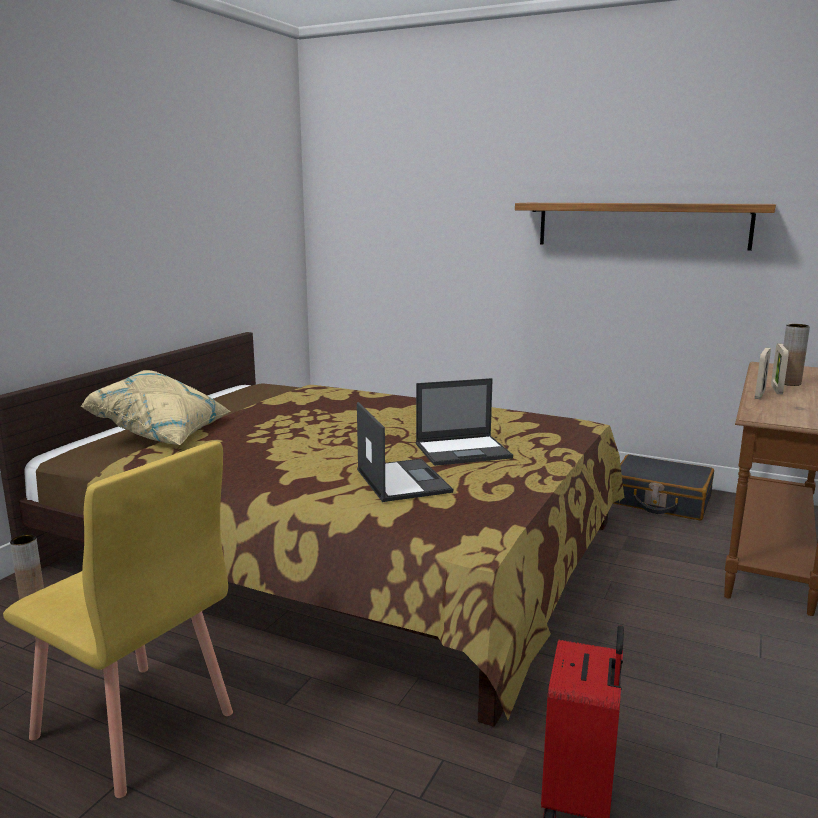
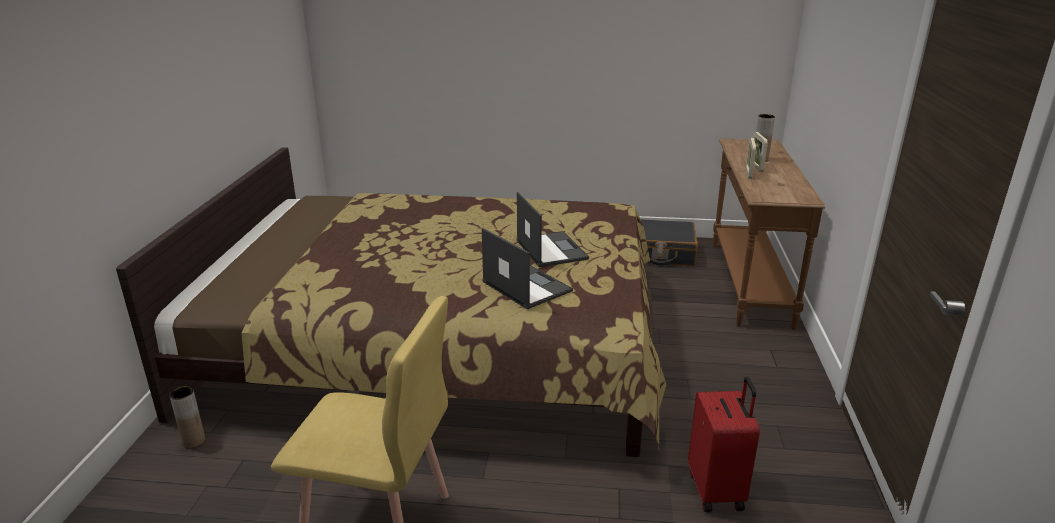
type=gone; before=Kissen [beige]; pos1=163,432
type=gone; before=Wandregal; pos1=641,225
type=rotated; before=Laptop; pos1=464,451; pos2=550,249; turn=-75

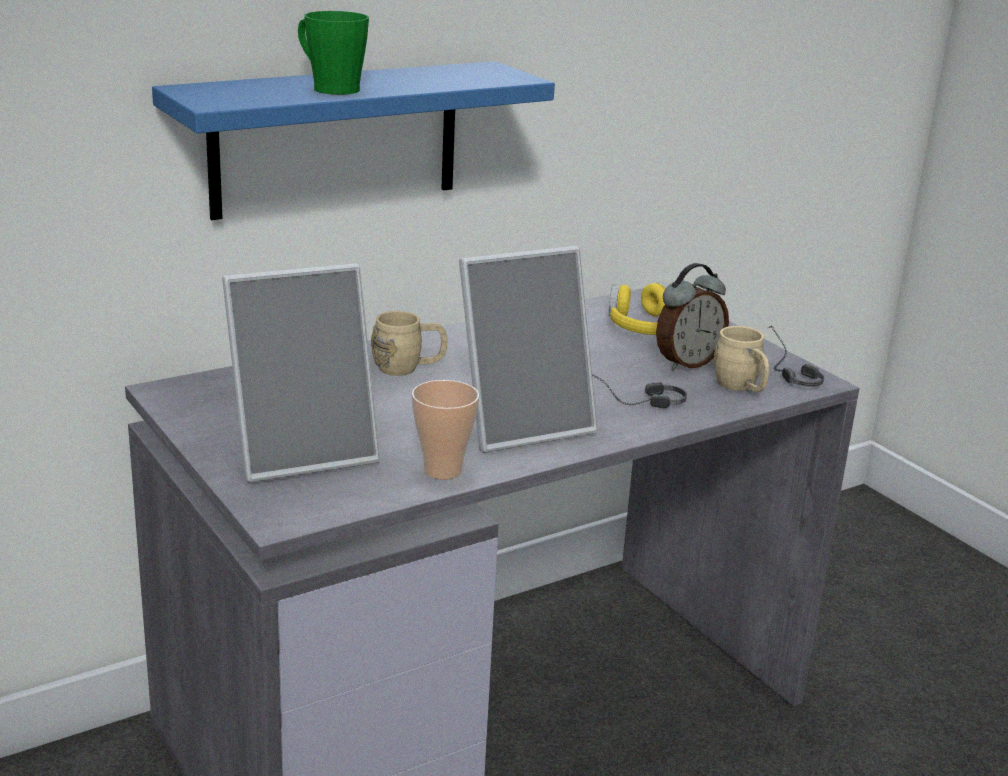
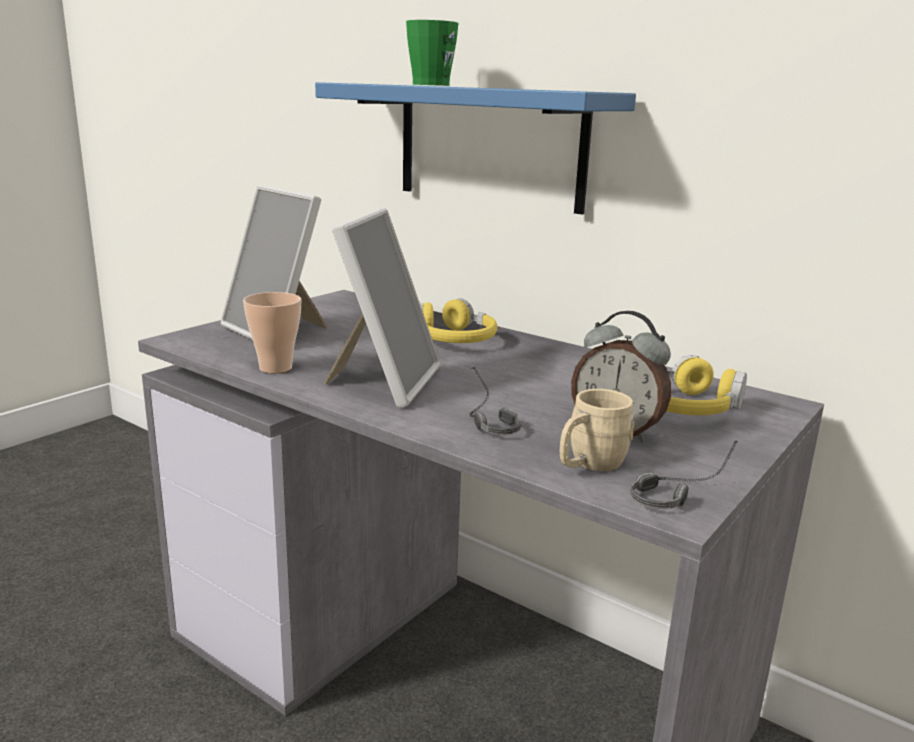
type=swapped; before=Henkelbecher [beige]; after=Kopfhörer [gelb]; pos1=408,368; pos2=453,339
type=rotated; before=Bilderrahmen; pos1=521,425; pos2=383,382; turn=-120

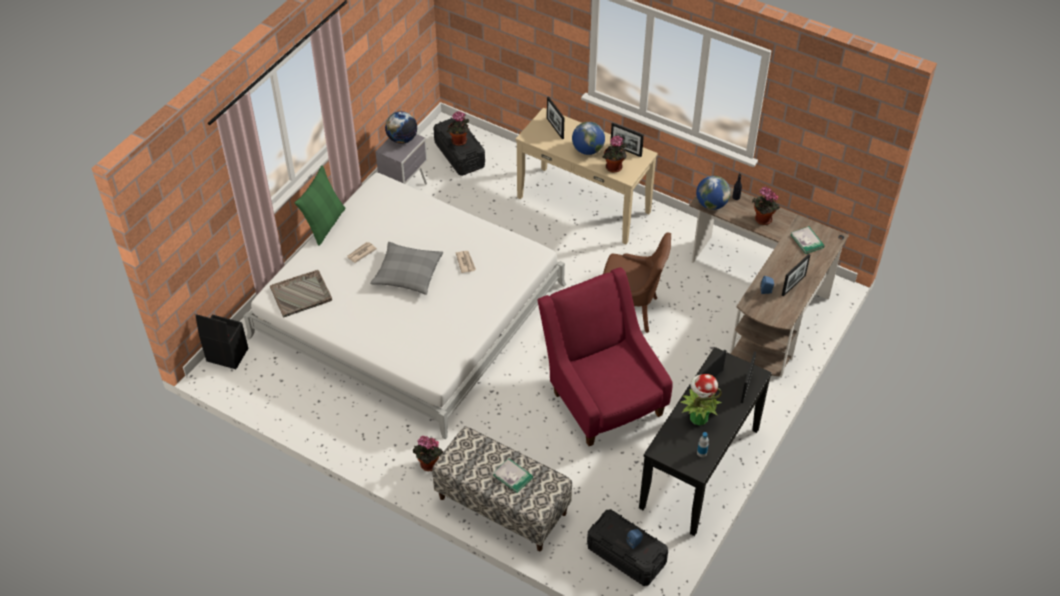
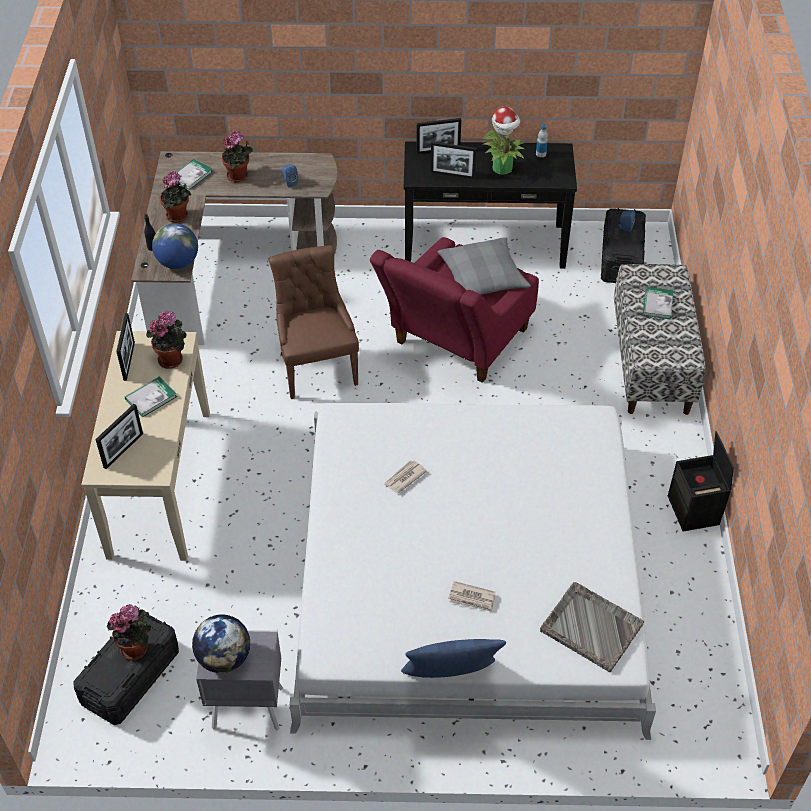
type=gone; before=Bilderrahmen; pos1=793,285
type=shifted; before=Aufbewahrungsbox [schwarz]; pos1=226,355; pos2=694,511
type=shifted; before=Kissen [grau]; pos1=407,273; pos2=482,277
type=shifted; before=Topfpflanze; pos1=428,465; pos2=239,176
type=swapped; before=Globus; after=Buch; pos1=588,150; pos2=151,398
type=repainted; before=Kissen [grün]; after=Kissen [blau]; pos1=324,224; pos2=450,678

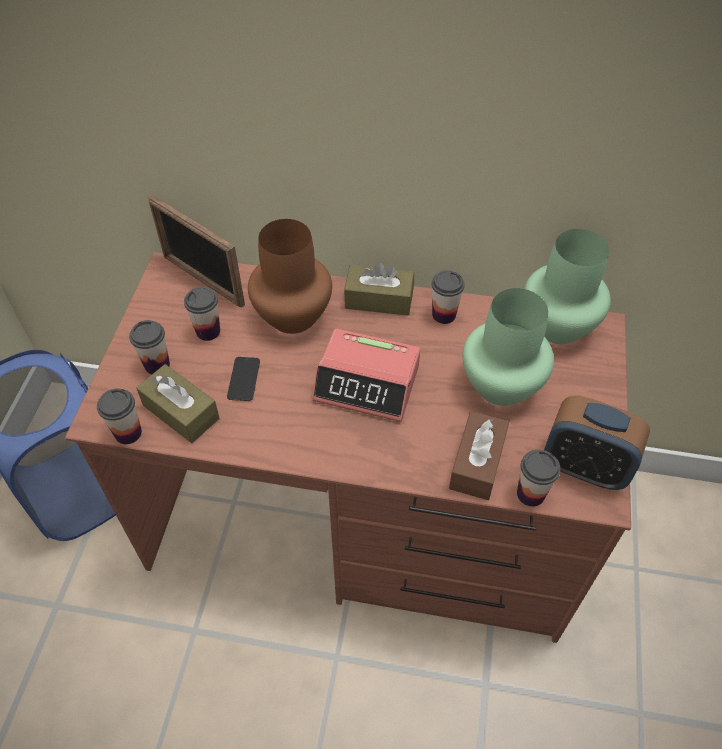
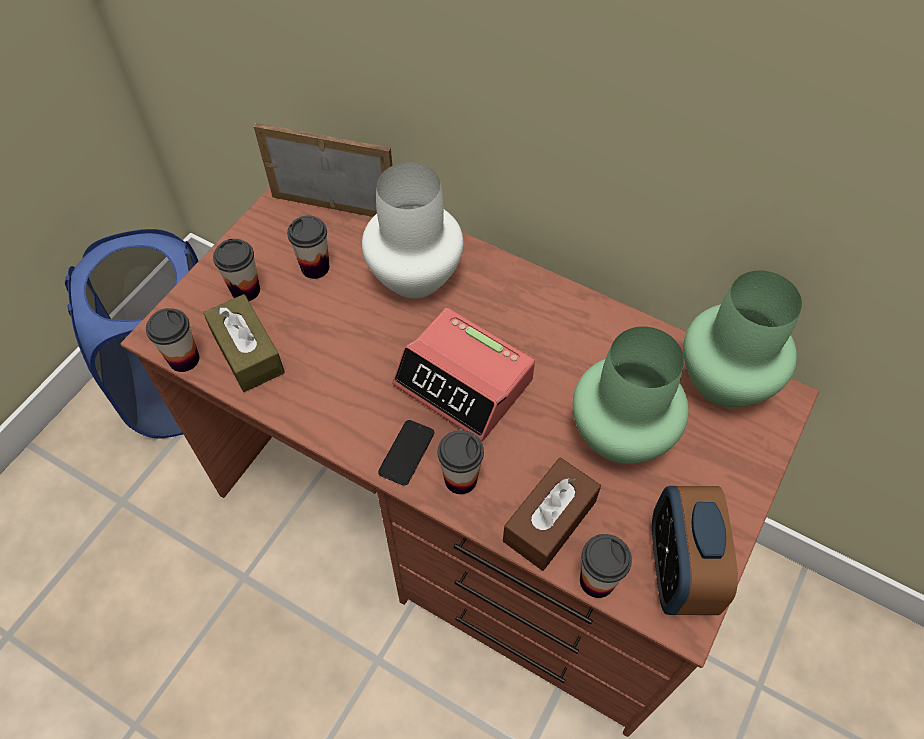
type=gone; before=Taschentuchbox [braun]; pos1=379,299
type=shifted; before=Handy; pos1=244,379; pos2=406,453
type=shifted; before=Tasse; pos1=444,315; pos2=460,479
type=repainted; before=Vase [braun]; after=Vase [weiß]; pos1=294,316; pos2=416,277
type=rotated; before=Bilderrahmen; pos1=203,280; pos2=334,206; turn=135
type=rotated; before=Wecker; pos1=584,467; pos2=678,570; turn=45

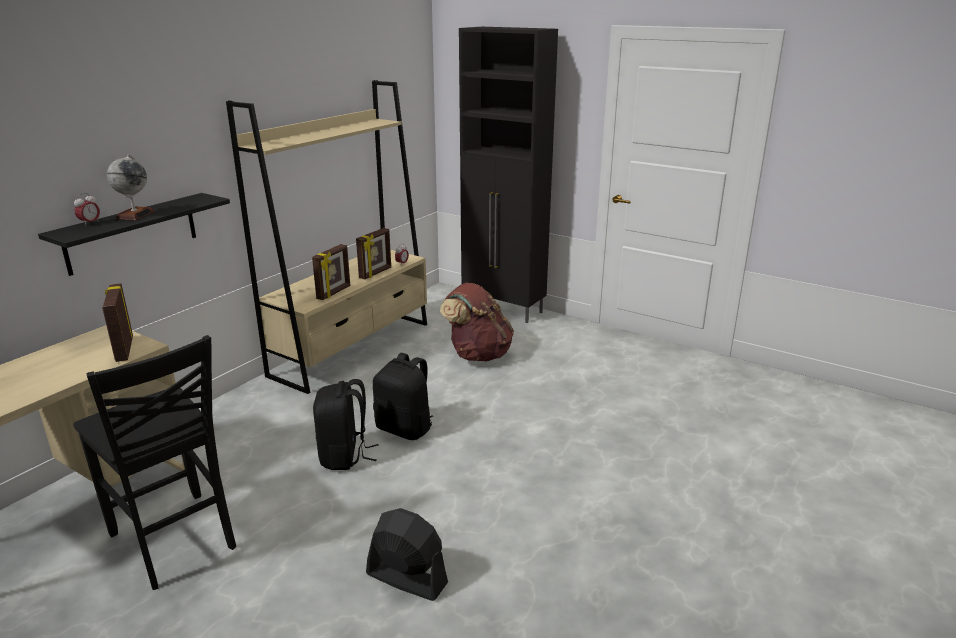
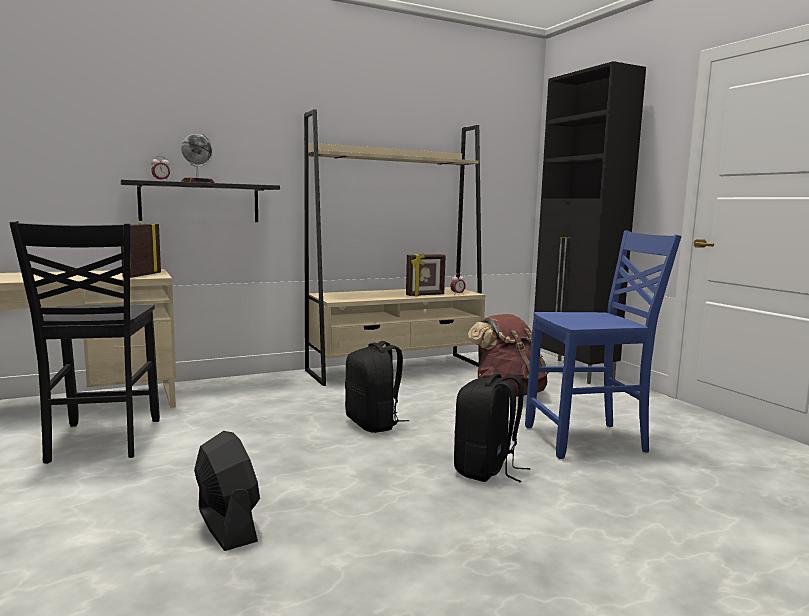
type=gone; before=Bilderrahmen; pos1=334,293
type=new; after=Stuhl [blau]; pos2=588,440
type=shifted; before=Rucksack [schwarz]; pos1=344,456; pos2=486,470

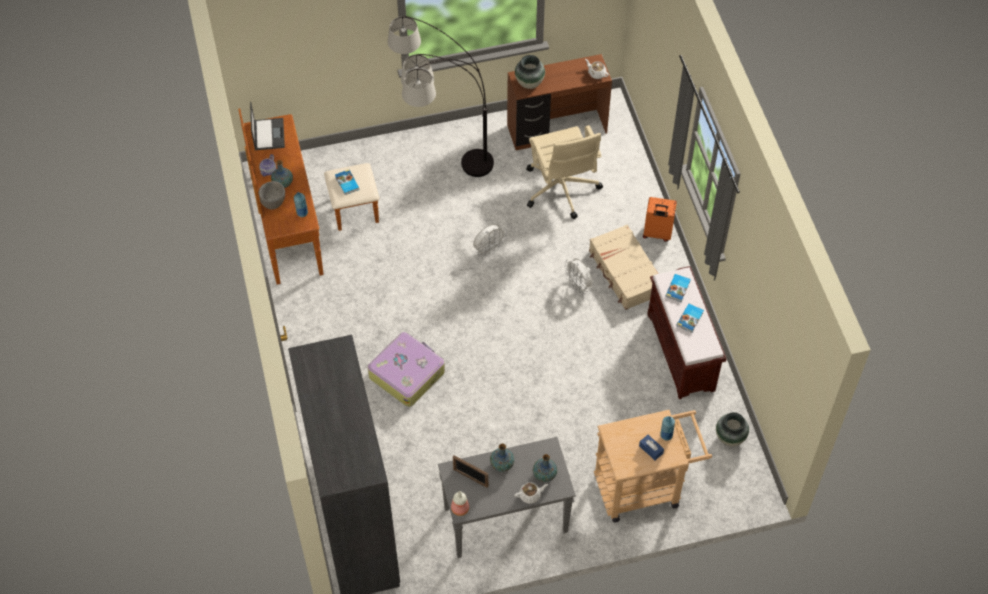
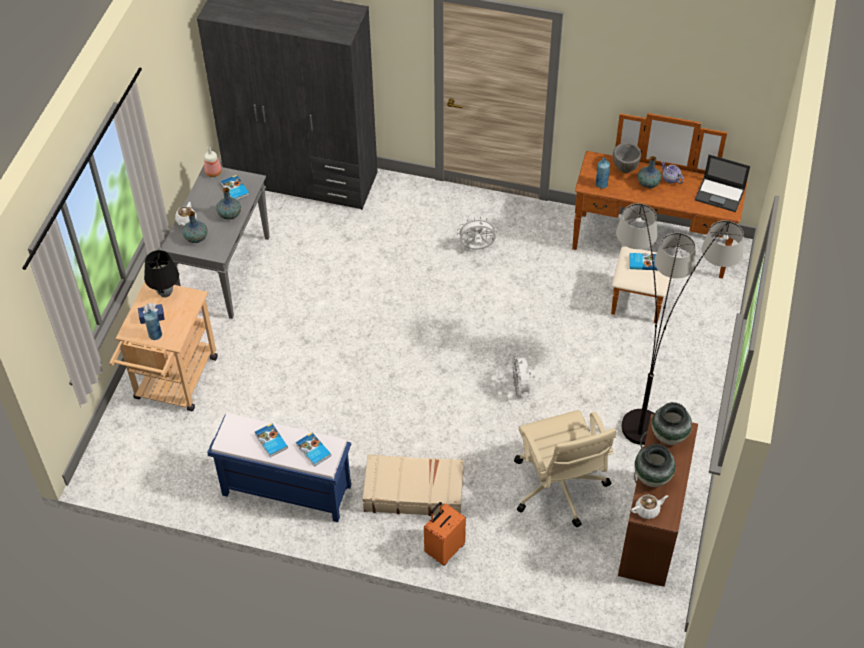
type=gone; before=Koffer; pos1=407,373
type=new; after=Tischlampe [schwarz]; pos2=166,293
type=shifted; before=Ventilator [weiß]; pos1=579,285; pos2=477,248
type=shifted; before=Vase; pos1=729,438; pos2=652,477
type=swapped; before=Bilderrahmen; after=Buch; pos1=470,478; pos2=235,190
type=repainted; before=Bank [braun]; after=Bank [blau]; pos1=681,352; pos2=285,490
type=rotated; before=Bürostuhl [beige]; pos1=561,190; pos2=559,488; turn=-120

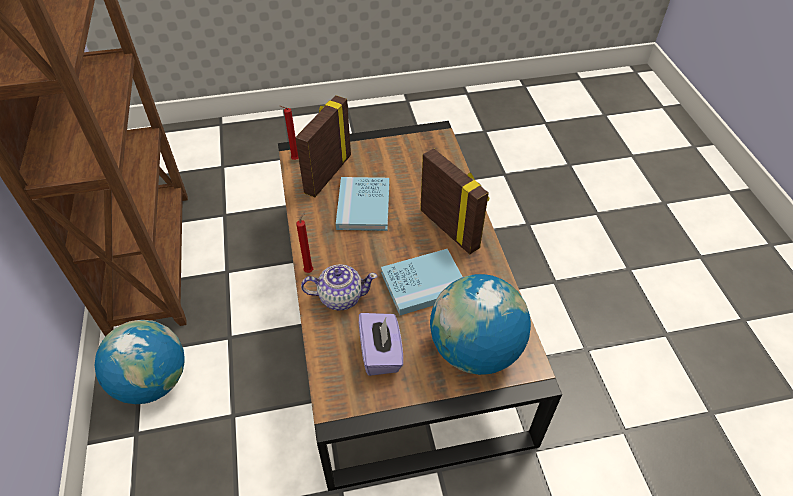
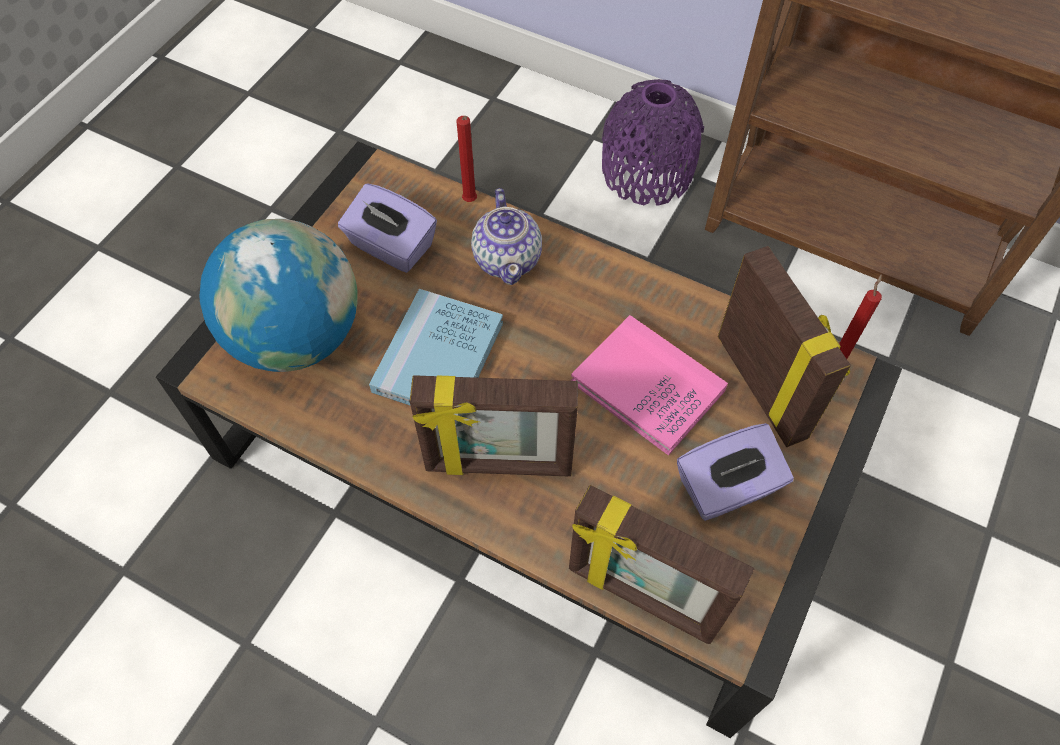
type=new; after=Bilderrahmen; pos2=642,597
type=new; after=Taschentuchbox [lila]; pos2=727,488
type=shifted; before=Kerze [rot]; pos1=310,270; pos2=470,202
type=swapped; before=Globus; after=Vase [lila]; pos1=153,381; pos2=647,171
type=repainted; before=Buch [blau]; after=Buch [rosa]; pos1=363,206; pos2=647,387
type=rotated; before=Teekanne; pos1=340,297; pos2=508,258; turn=-45

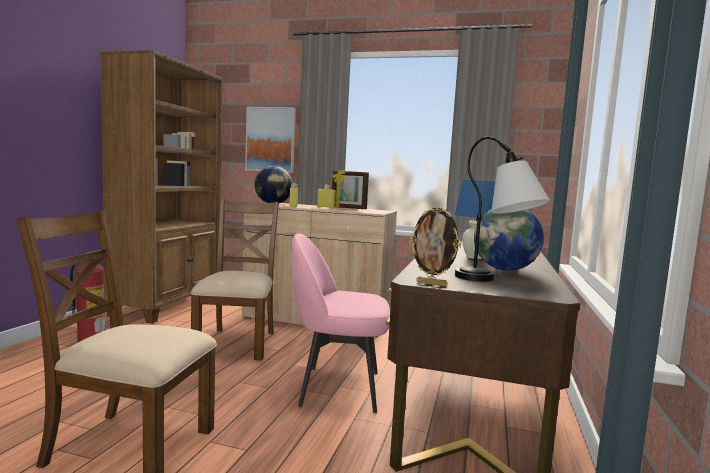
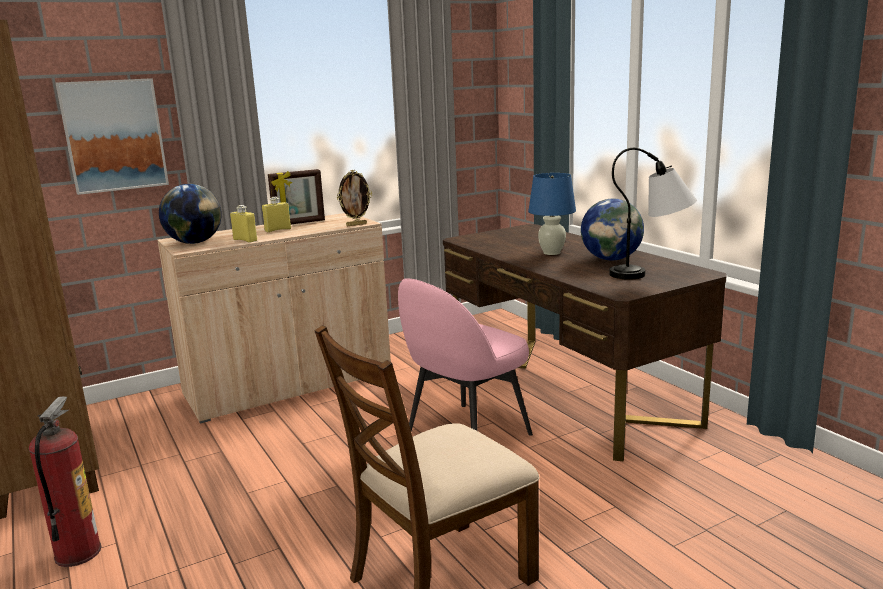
type=gone; before=Stuhl [braun]; pos1=237,343
type=shifted; before=Bilderrahmen; pos1=432,284; pos2=356,225

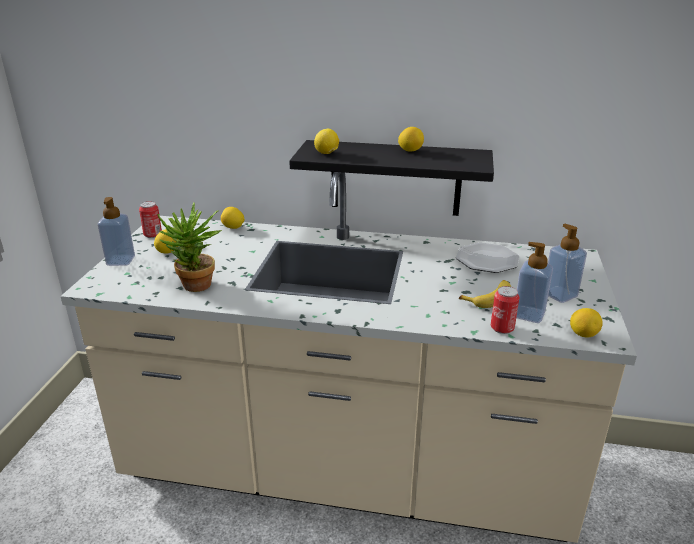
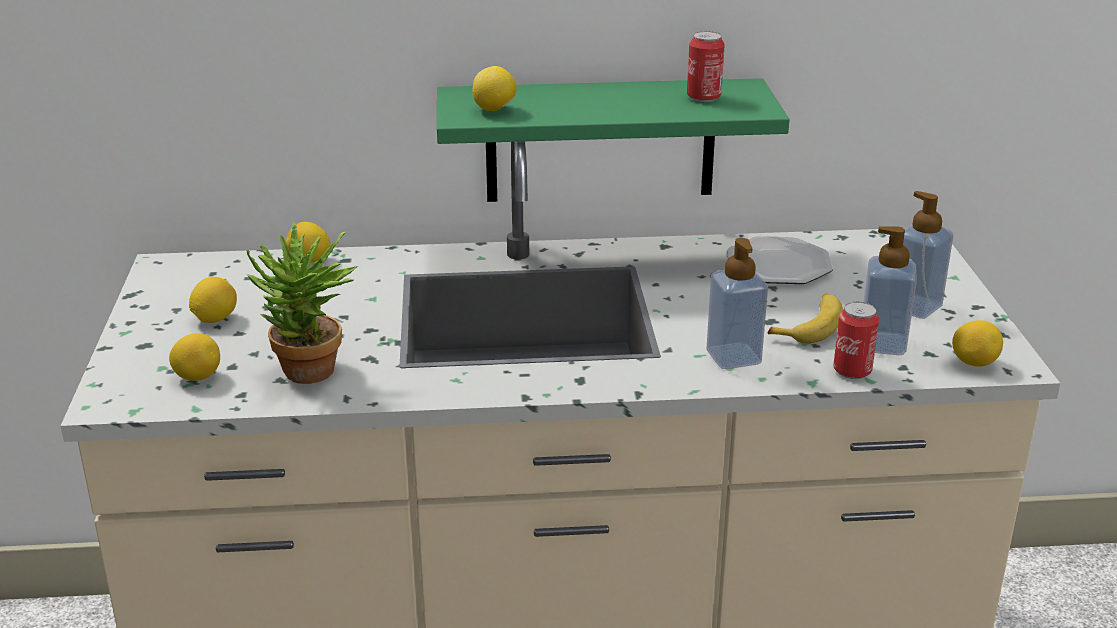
type=shifted; before=Seifenspender; pos1=120,260; pos2=733,357
type=shifted; before=Dose; pos1=153,235; pos2=703,97
type=shifted; before=Zitrone; pos1=410,151; pos2=198,377
type=repainted; before=Wandregal [schwarz]; after=Wandregal [grün]; pos1=395,178; pos2=600,140

